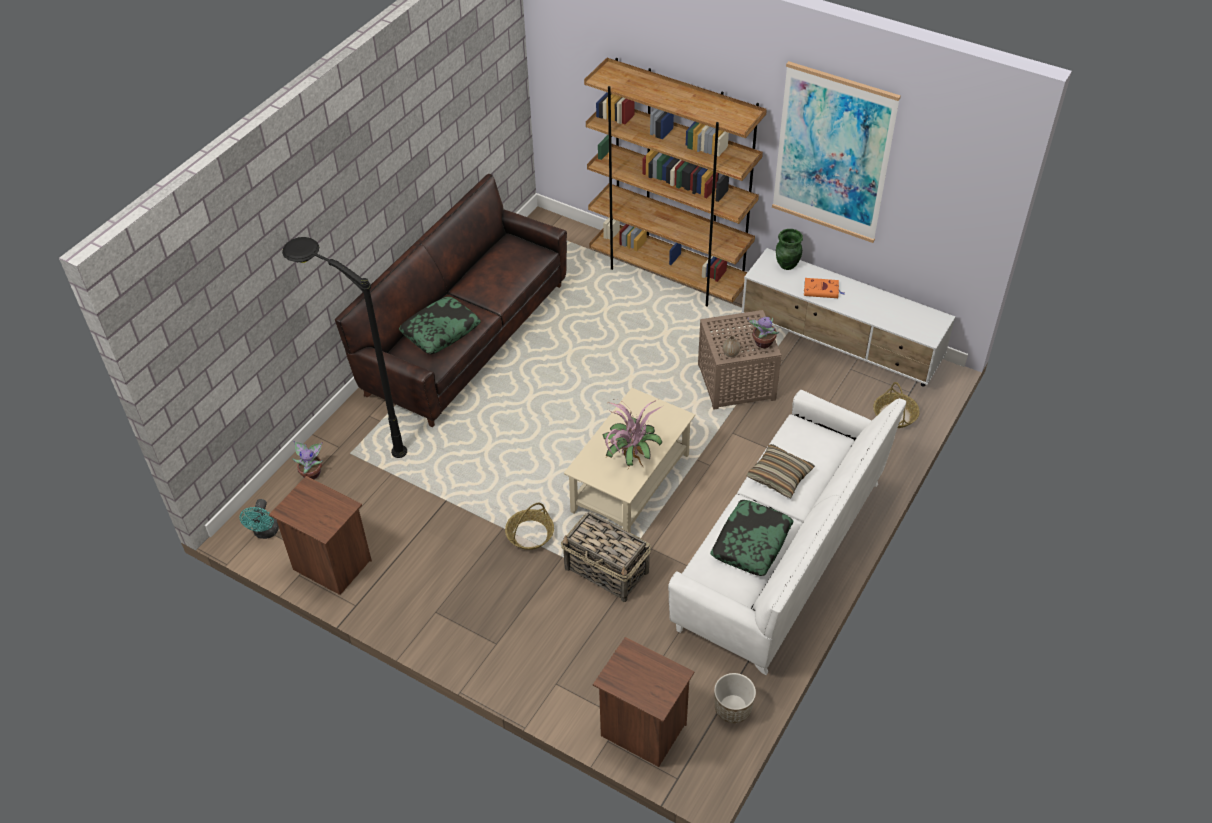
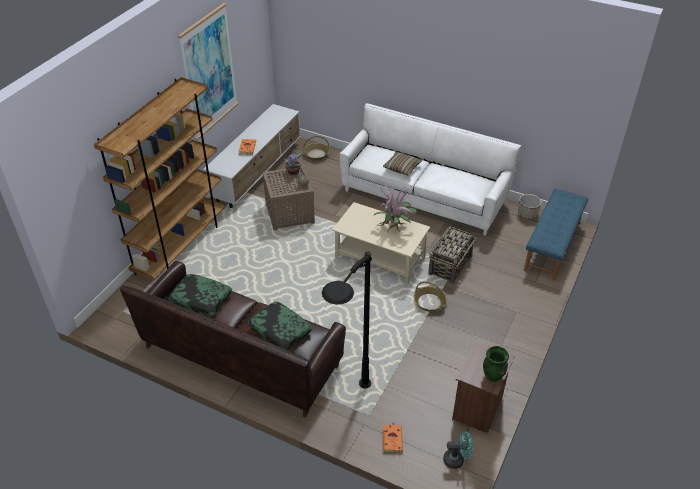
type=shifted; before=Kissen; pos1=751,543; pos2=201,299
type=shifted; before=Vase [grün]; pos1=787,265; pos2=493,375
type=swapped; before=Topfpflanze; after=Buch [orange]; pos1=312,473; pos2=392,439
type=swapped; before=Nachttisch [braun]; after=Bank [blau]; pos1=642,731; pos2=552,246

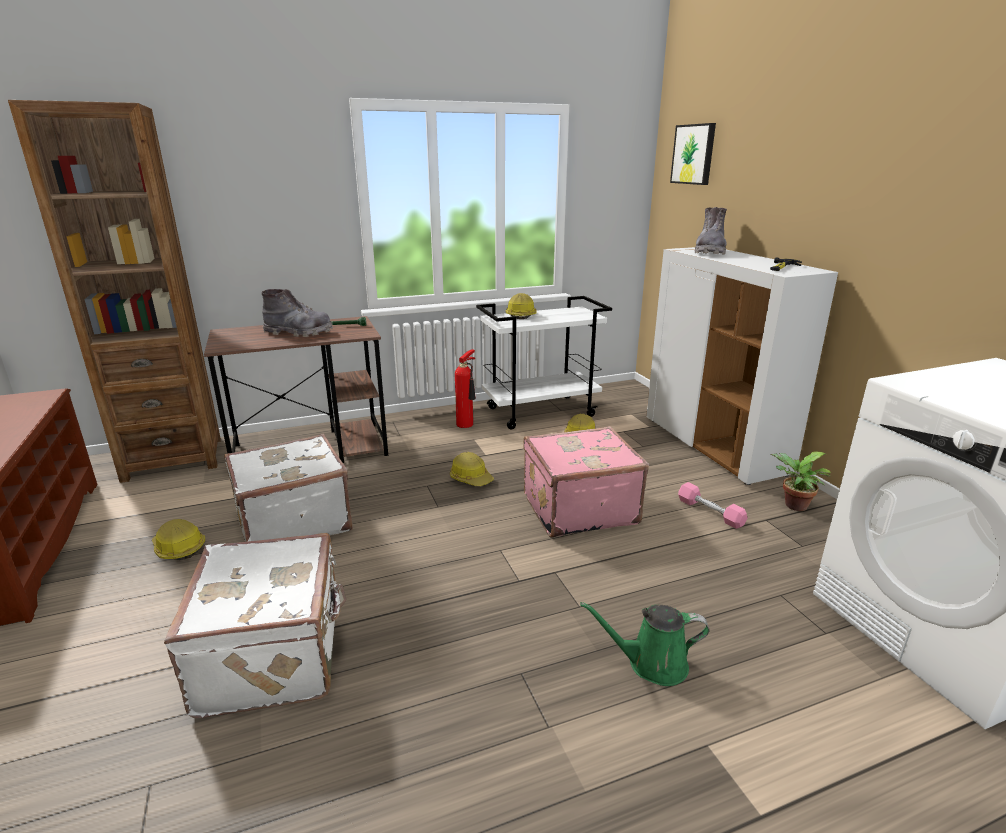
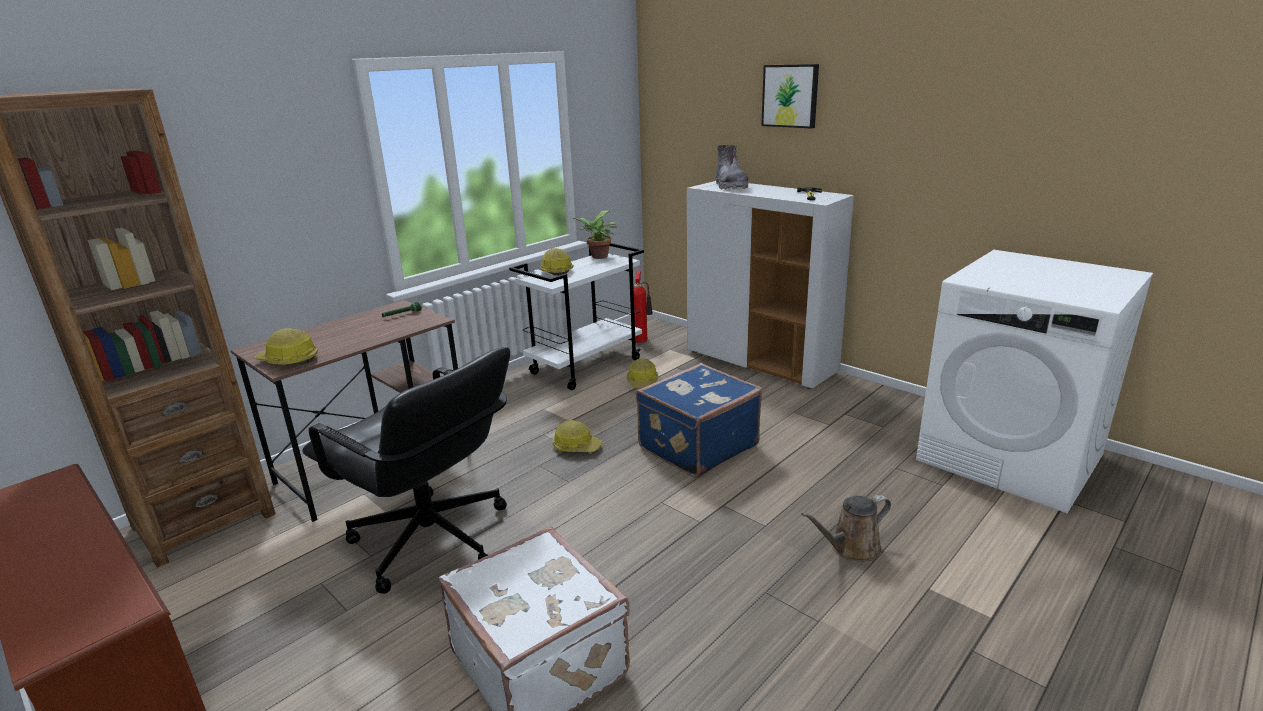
type=gone; before=Stiefel [grau]; pos1=298,332
type=gone; before=Hantel [rosa]; pos1=710,512
type=shifted; before=Schutzhelm; pos1=178,548; pos2=288,360
type=shifted; before=Feuerlöscher; pos1=467,424; pos2=641,339
type=shifted; before=Bild; pos1=694,154; pos2=790,96
type=shifted; before=Topfpflanze; pos1=793,506; pos2=597,257
type=swapped; before=Koffer [weiß]; after=Bürostuhl [schwarz]; pos1=292,522; pos2=431,541
type=repainted; before=Koffer [rosa]; after=Koffer [blau]; pos1=578,508; pos2=696,446
type=repainted; before=Gießkanne [grün]; after=Gießkanne [braun]; pos1=651,663; pos2=851,548

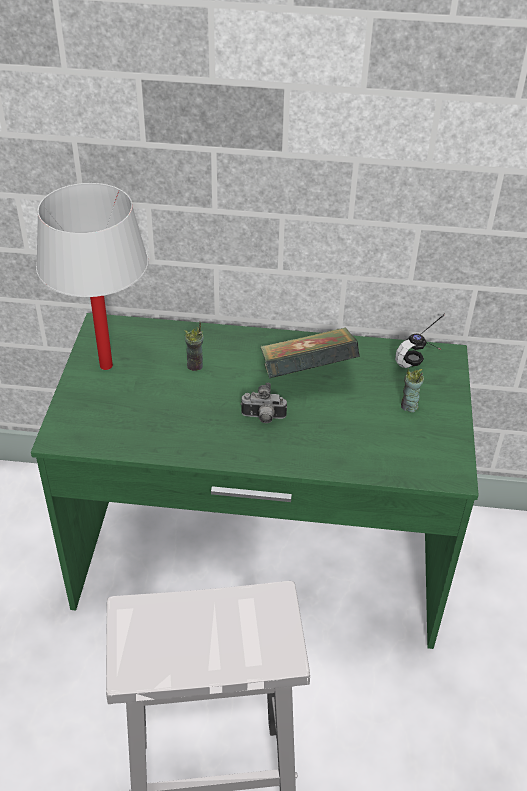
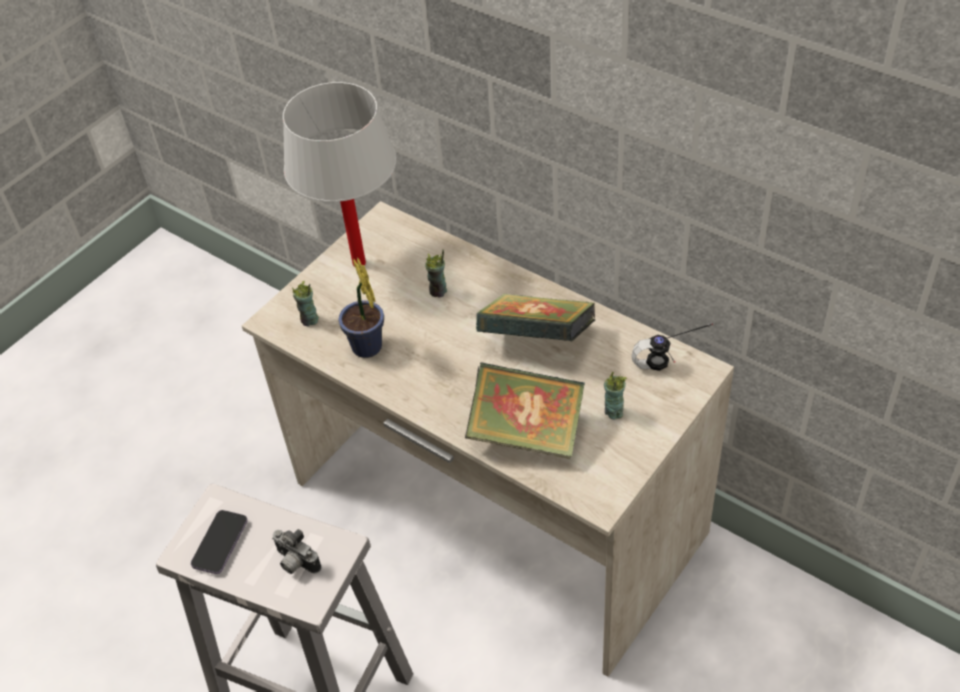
type=new; after=Handy; pos2=220,543
type=new; after=Tasse; pos2=309,320
type=new; after=Topfpflanze; pos2=368,350
type=new; after=Buch; pos2=526,433
type=shifted; before=Kamera; pos1=263,418; pos2=295,563
type=repainted; before=Schreibtisch [grün]; after=Schreibtisch [beige]; pos1=259,560; pos2=495,510

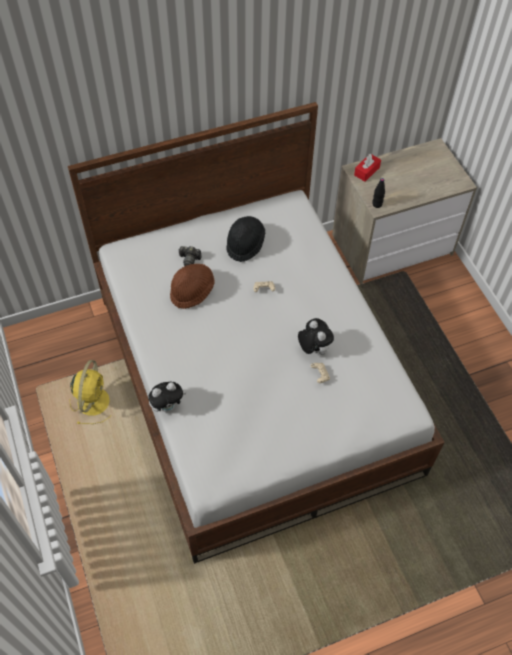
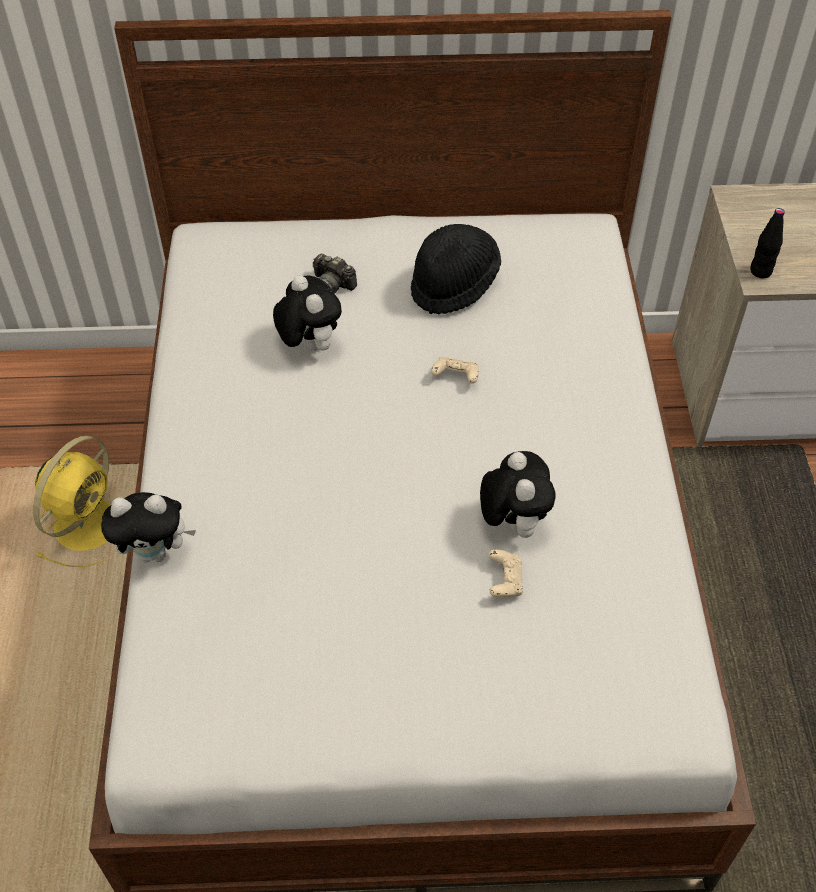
type=gone; before=Taschentuchbox [rot]; pos1=366,171
type=swapped; before=Hut [braun]; after=Plüschtier; pos1=192,291; pos2=309,344

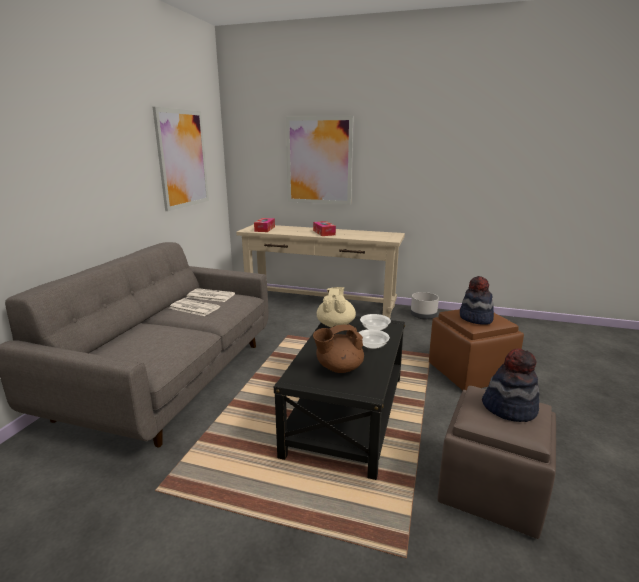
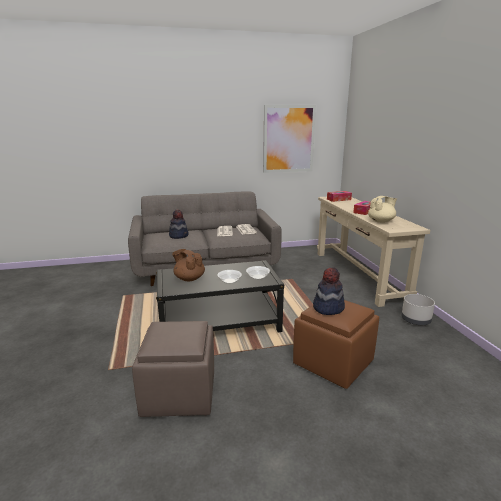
type=gone; before=Bild; pos1=319,161
type=shifted; before=Teekanne [beige]; pos1=335,324; pos2=381,221
type=shifted; before=Hut; pos1=509,408; pos2=179,236

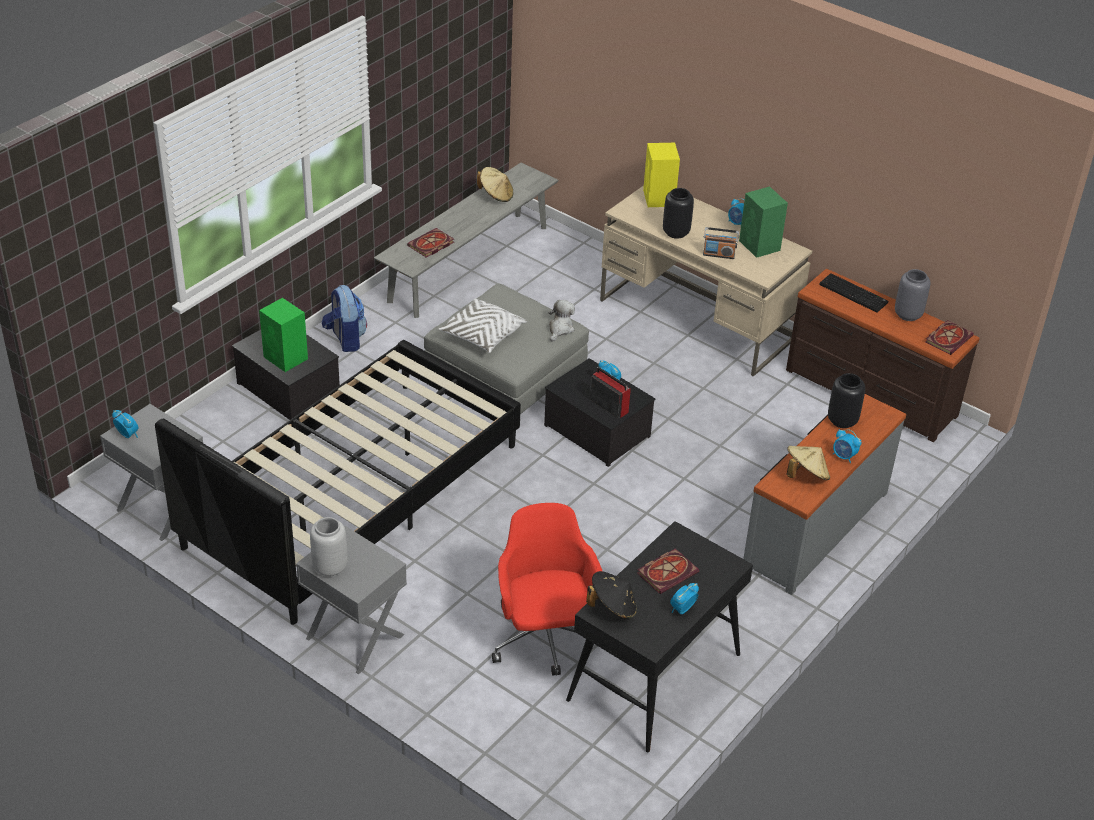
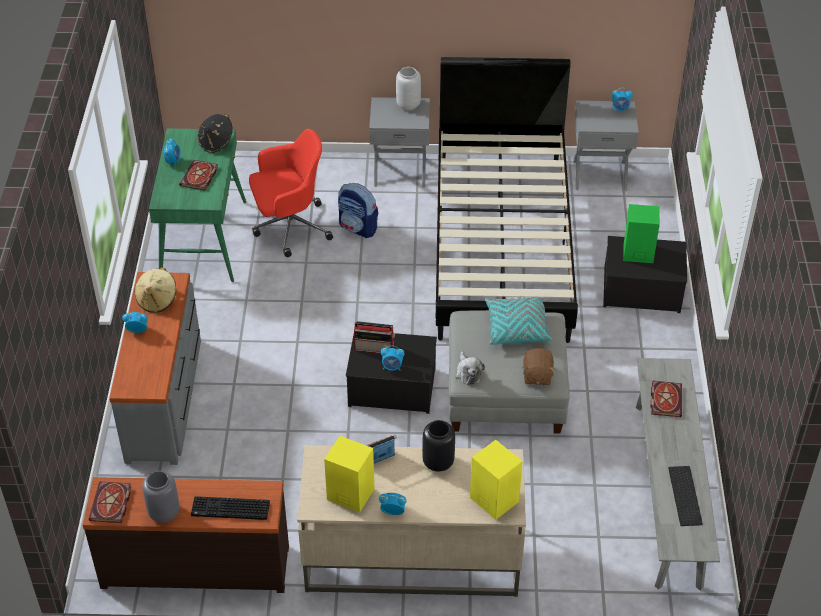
type=gone; before=Vase [schwarz]; pos1=842,421
type=new; after=Plüschtier [braun]; pos2=537,376
type=shifted; before=Rucksack; pos1=345,339; pos2=358,228
type=swapped; before=Hut [beige]; after=Tastatur; pos1=496,195; pos2=686,496
type=repainted; before=Kissen [weiß]; after=Kissen [türkis]; pos1=482,335; pos2=516,328
type=repainted; before=Schreibtisch [schwarz]; after=Schreibtisch [grün]; pos1=654,678; pos2=203,240
type=repainted; before=Lautsprecher [grün]; after=Lautsprecher [gelb]; pos1=760,246; pos2=349,494
type=rotated; before=Bürostuhl [rot]; pos1=545,638; pos2=289,227; turn=-60

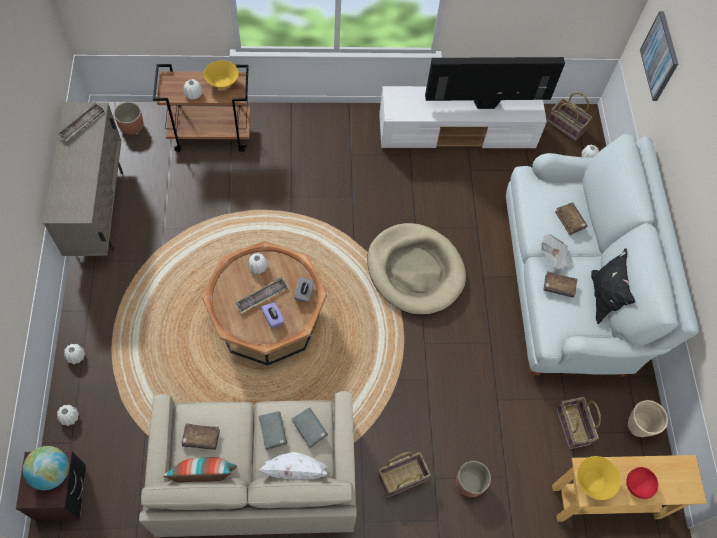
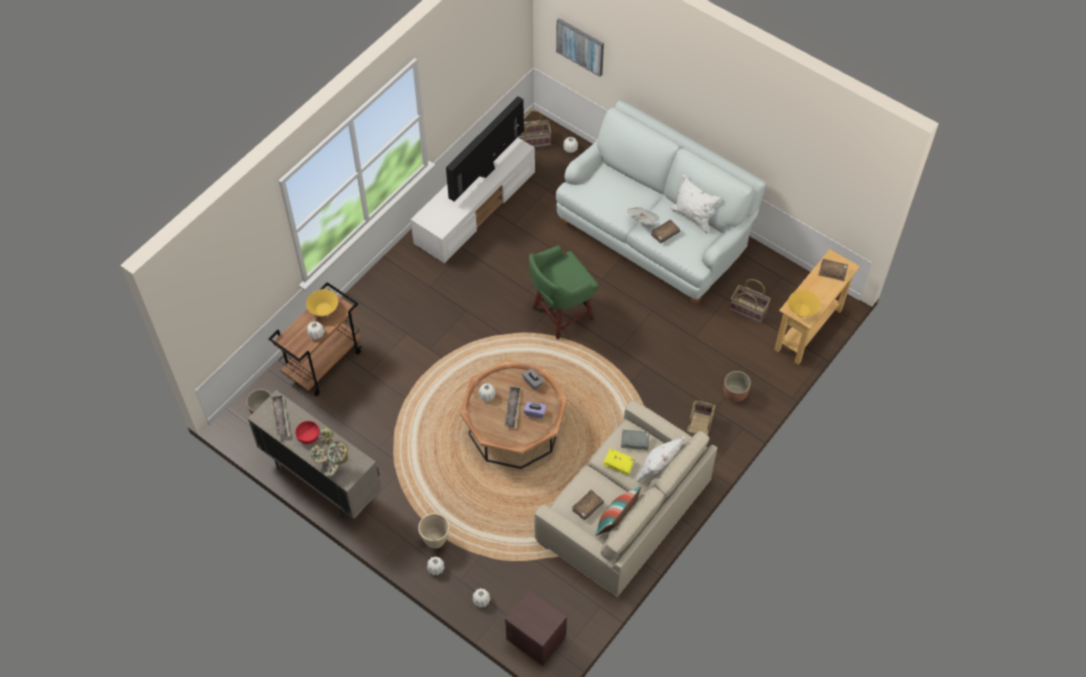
type=gone; before=Globus; pos1=52,473
type=new; after=Topfpflanze; pos2=332,461
type=shifted; before=Buch [braun]; pos1=570,220; pos2=832,271
type=shifted; before=Schüssel [rot]; pos1=638,485; pos2=308,436
type=shifted; before=Pflanzkübel [beige]; pos1=637,427; pos2=436,540
type=swapped; before=Hundebett [beige]; after=Hocker [grün]; pos1=415,270; pos2=561,315
type=repainted; before=Buch [grau]; after=Buch [gelb]; pos1=273,431; pos2=619,463
type=repainted; before=Kissen [schwarz]; after=Kissen [weiß]; pos1=603,298; pos2=693,217

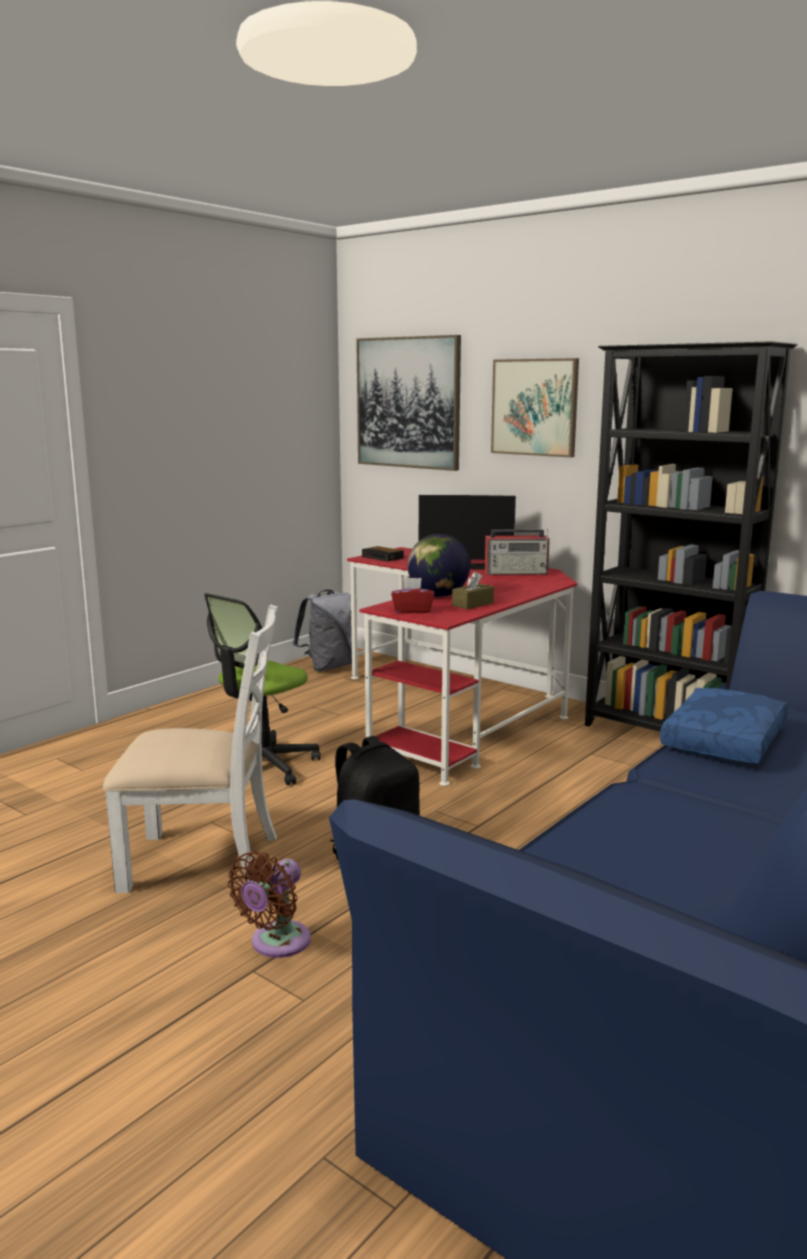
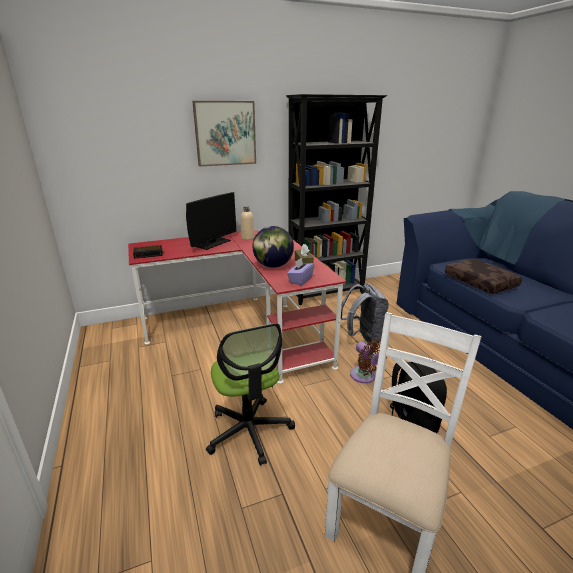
type=gone; before=Bild; pos1=408,403
type=shifted; before=Ventilator [braun]; pos1=276,943; pos2=364,377
type=shifted; before=Rucksack [grau]; pos1=329,667; pos2=363,337
type=swapped; before=Radio; after=Flasche [beige]; pos1=517,573; pos2=247,238
type=repainted; before=Taschentuchbox [rot]; after=Taschentuchbox [lila]; pos1=412,610; pos2=300,280
type=repainted; before=Kissen [blau]; after=Kissen [braun]; pos1=726,741; pos2=481,282

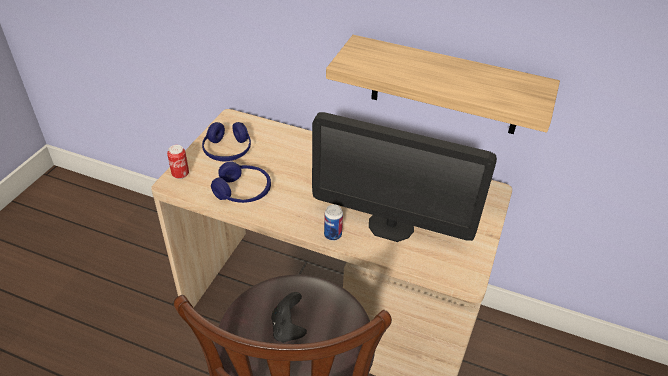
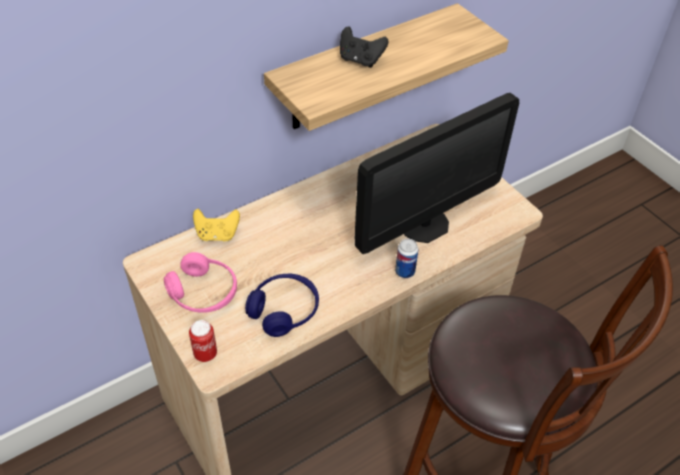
type=new; after=Gamepad [gelb]; pos2=217,235
type=shifted; before=Gamepad [schwarz]; pos1=288,328; pos2=360,60
type=repainted; before=Kopfhörer [blau]; after=Kopfhörer [rosa]; pos1=227,150; pos2=203,293

